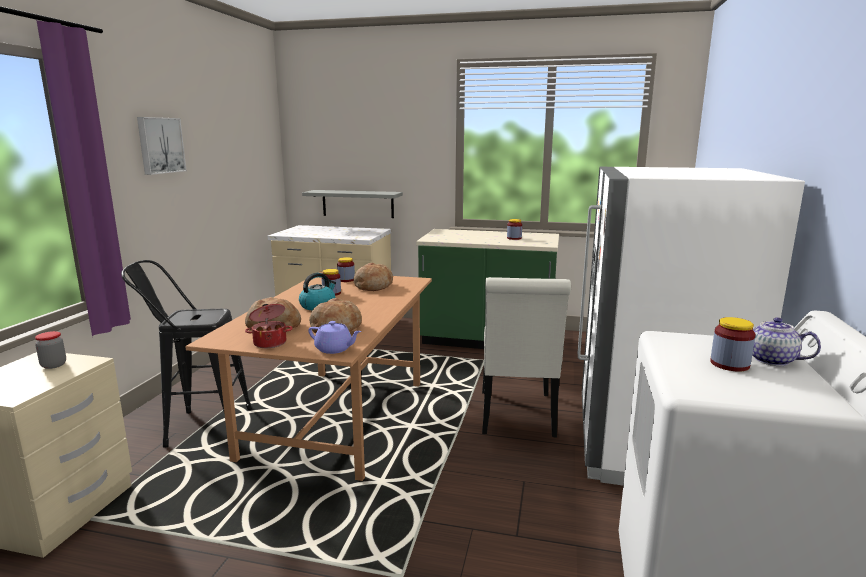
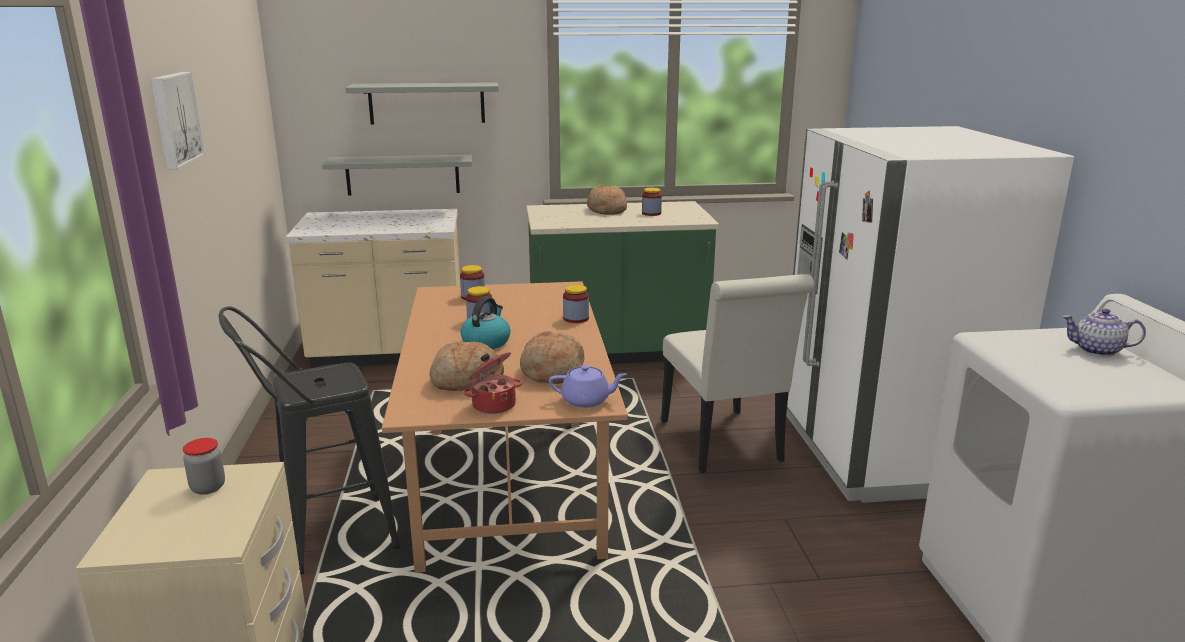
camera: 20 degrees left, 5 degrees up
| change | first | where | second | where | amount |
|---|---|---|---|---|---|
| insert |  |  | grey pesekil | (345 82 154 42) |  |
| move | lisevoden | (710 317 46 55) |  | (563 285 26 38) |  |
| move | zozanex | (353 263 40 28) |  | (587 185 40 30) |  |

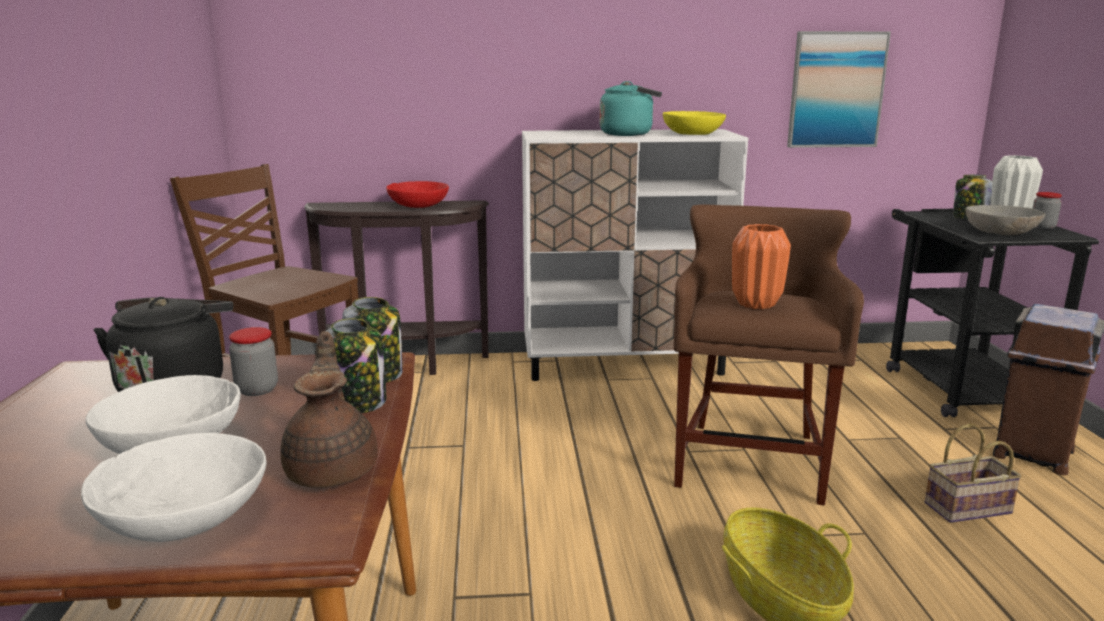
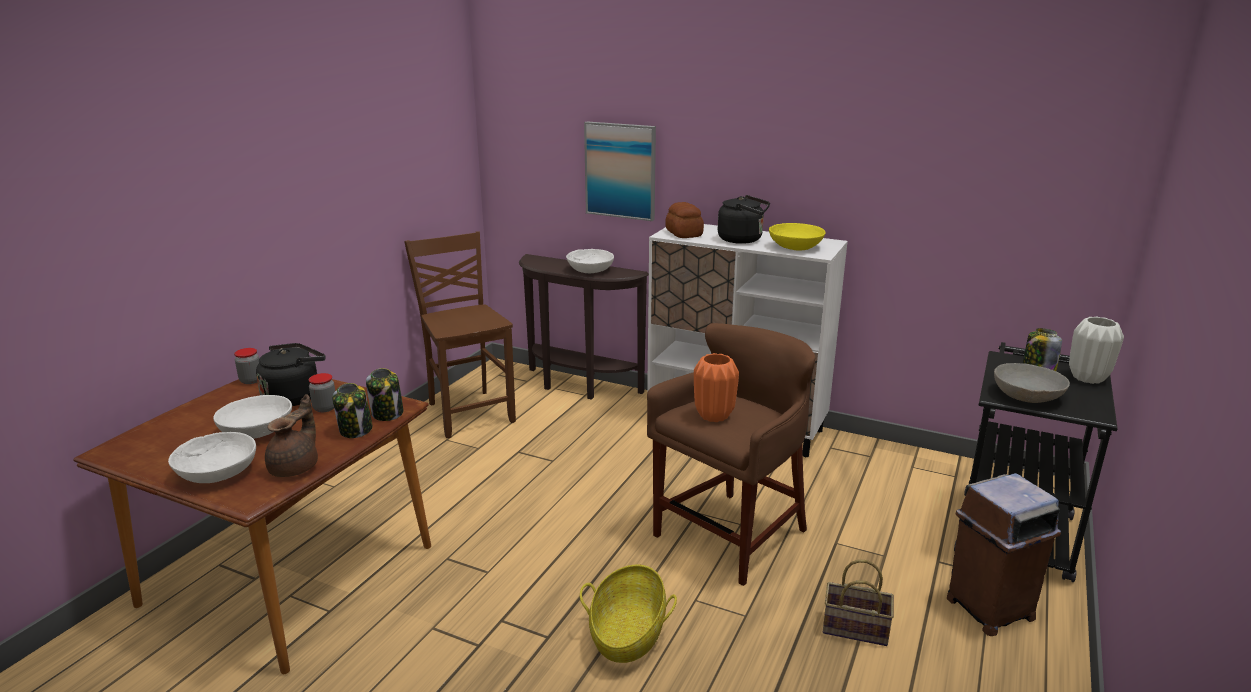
camera: 30 degrees right, 5 degrees up
| change | first | where | second | where | amount |
|---|---|---|---|---|---|
| move | lisevoden | (1032 192 30 37) |  | (234 348 25 36) |  |
| recolor | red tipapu | (386 181 63 27) | white tipapu | (566 249 48 24) |  |
| move | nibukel | (787 31 104 117) |  | (584 121 72 100) |  |
| insert |  |  | zozanex | (665 202 39 36) |  |
| recolor | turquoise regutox | (600 81 62 55) | black regutox | (718 195 52 49) |  |

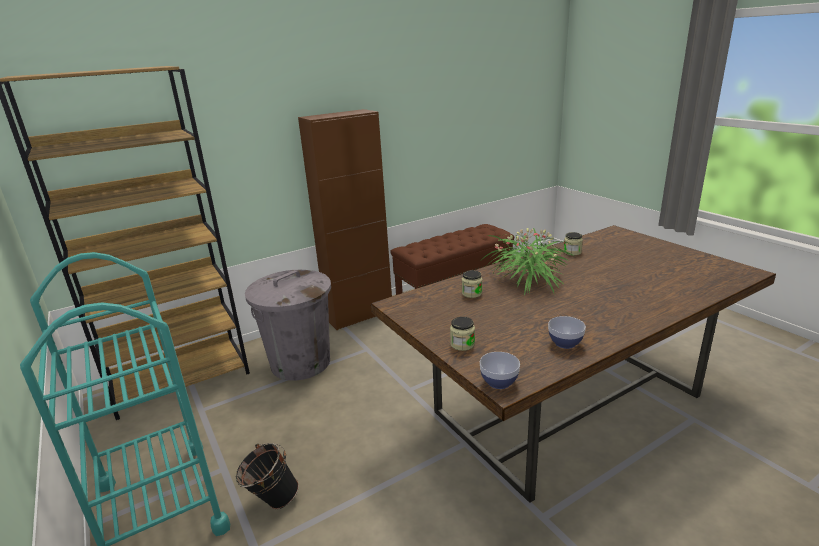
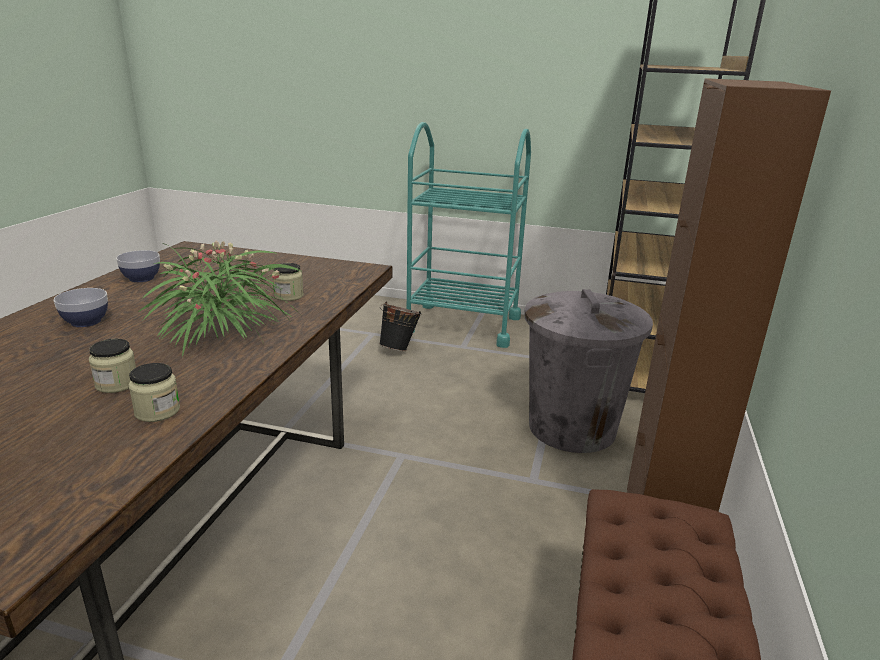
camera: 135 degrees right, 0 degrees up
| change | first | where | second | where | amount |
|---|---|---|---|---|---|
| move | tipapu | (480 352 40 37) |  | (54 288 54 39) |  |
| move | lisevoden | (450 317 25 34) |  | (89 339 47 54) |  |

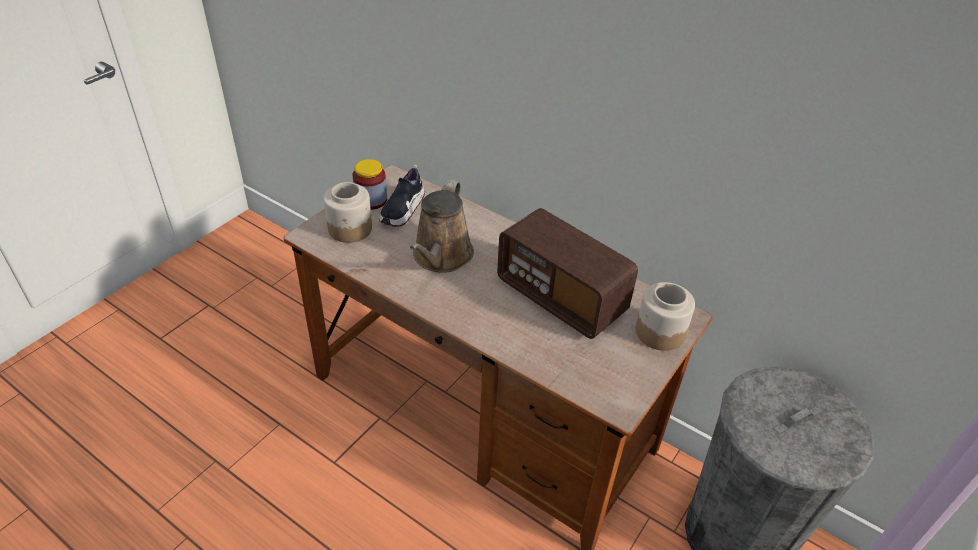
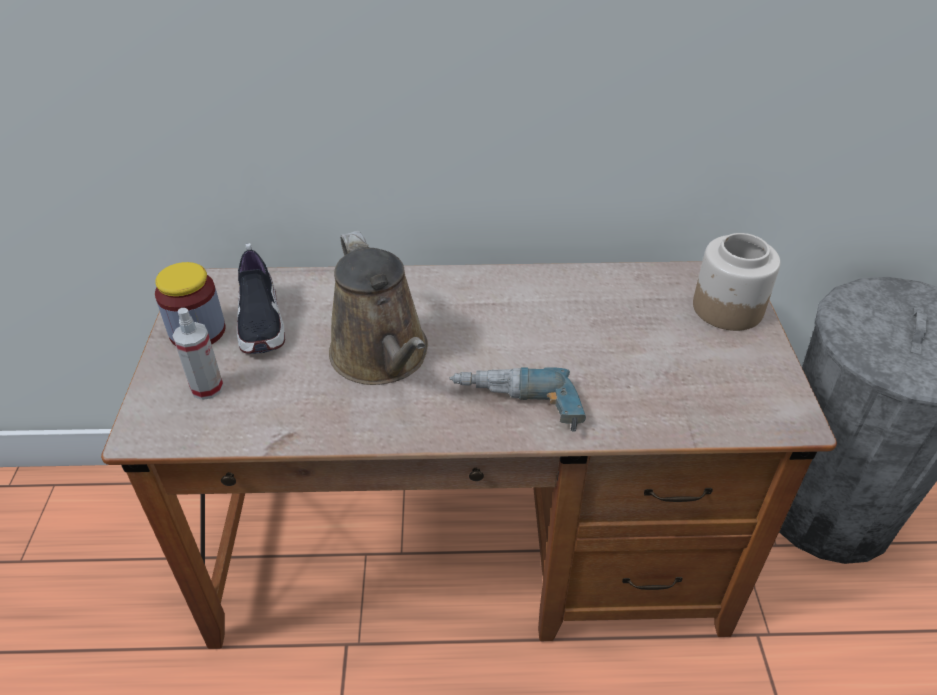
camera: 35 degrees left, 0 degrees up
| change | first | where | second | where | amount |
|---|---|---|---|---|---|
| replace | lisevoden | (324 182 48 61) | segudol | (172 308 52 92) |  |
| insert |  |  | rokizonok | (450 367 136 65) |  |
| delete | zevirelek | (497 208 141 131) |  |  |  |

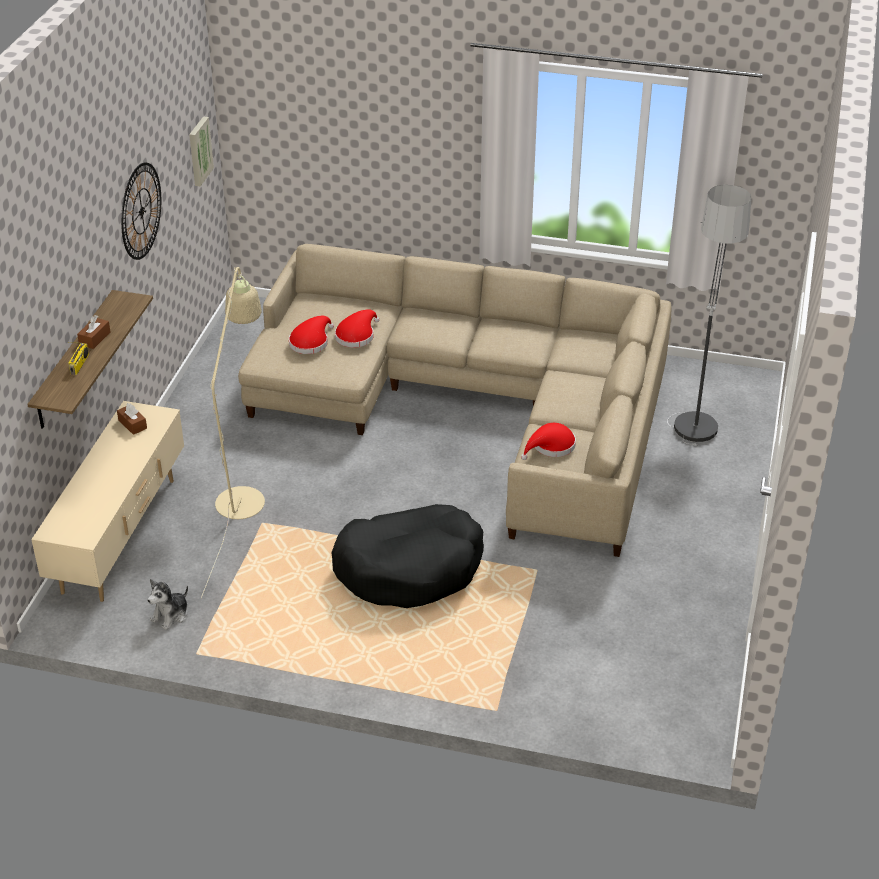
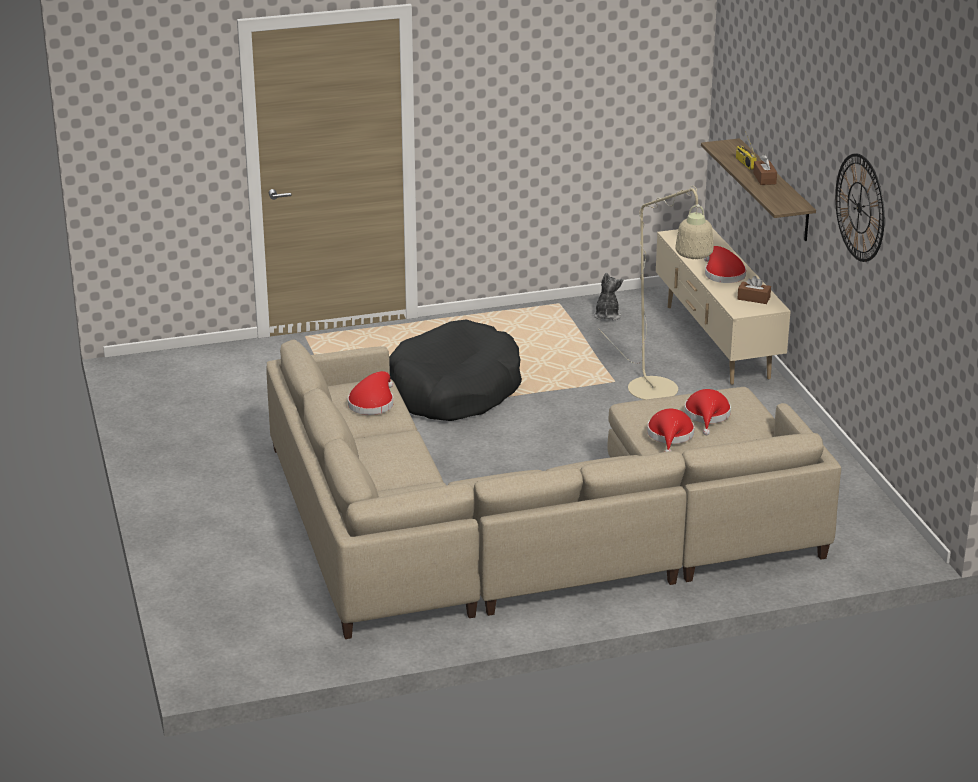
camera: 150 degrees right, 10 degrees down
| change | first | where | second | where | amount |
|---|---|---|---|---|---|
| insert |  |  | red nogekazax | (704 246 42 37) |  |
| delete | nibukel | (189 116 25 70) |  |  |  |
| delete | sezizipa | (667 185 85 261) |  |  |  |

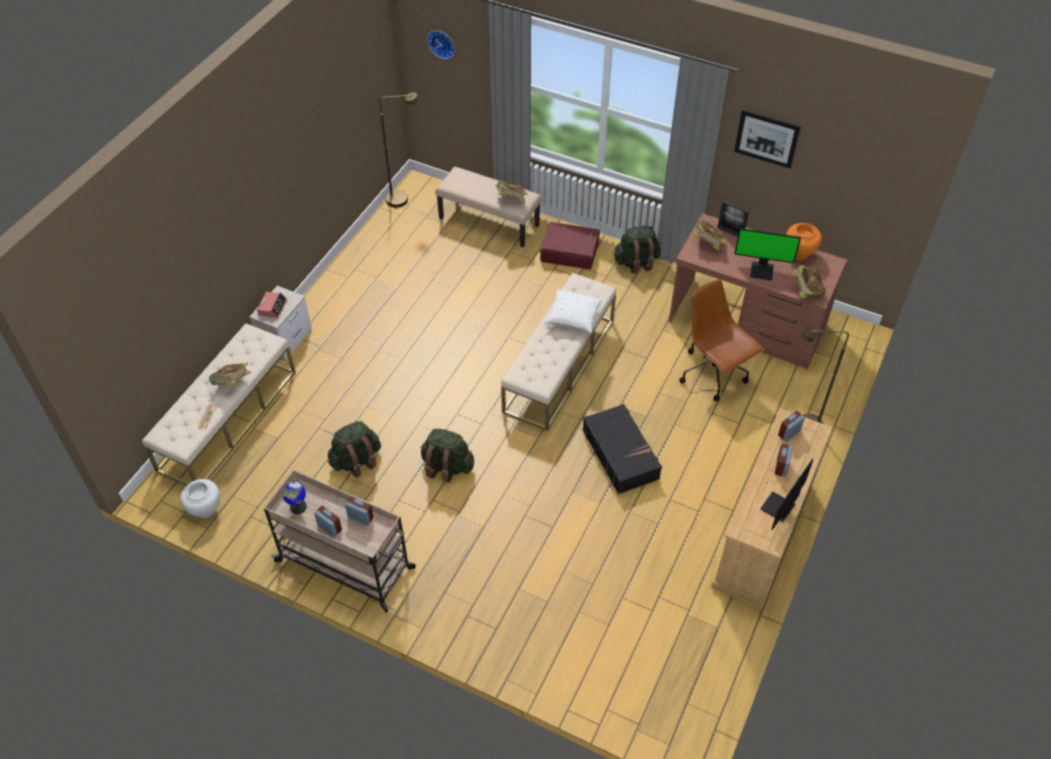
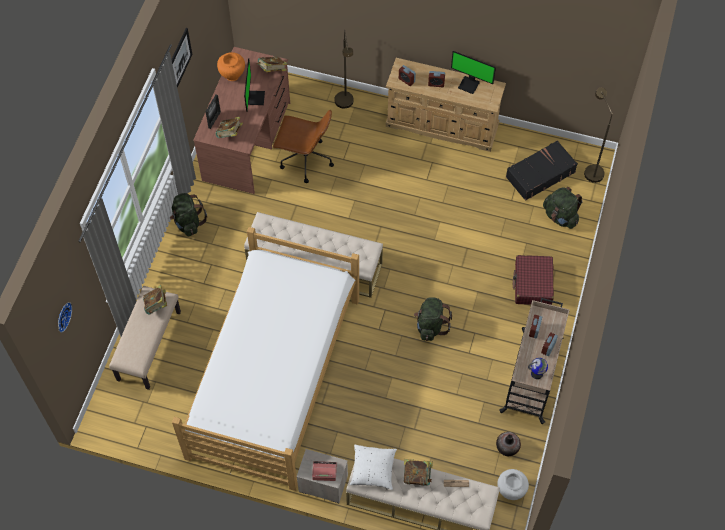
camera: 100 degrees left, 10 degrees up
| change | first | where | second | where | amount |
|---|---|---|---|---|---|
| insert |  |  | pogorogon | (172 227 187 264) |  |
| rotate | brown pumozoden | (680 279 84 122) |  | (273 109 61 74) | 120 degrees counterclockwise |
| move | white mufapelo | (544 289 59 44) |  | (350 444 47 46) |  |
| insert |  |  | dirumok | (496 432 25 24) |  |
| move | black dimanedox | (583 404 79 90) |  | (506 140 72 61) |  |
| move | red dimanedox | (540 222 60 47) |  | (513 255 41 50) |  |
| move | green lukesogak | (328 421 53 57) |  | (543 187 40 42) |  |
| move | brown sezizipa | (379 92 40 115) |  | (584 88 28 95) |  |

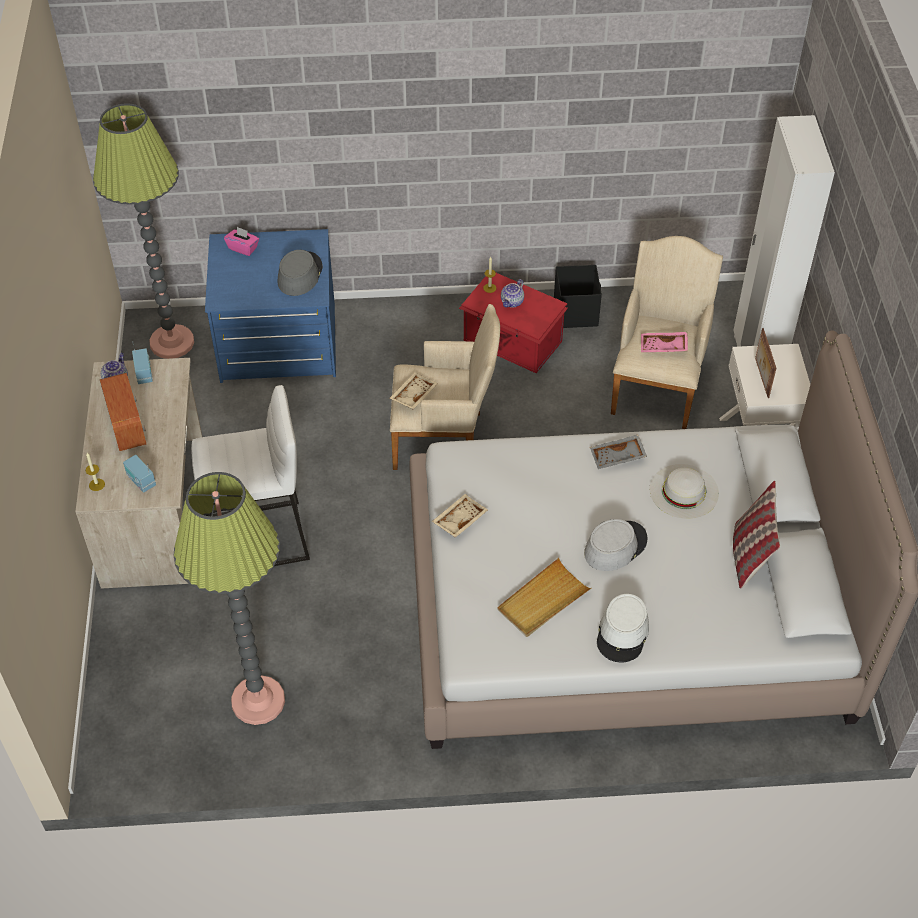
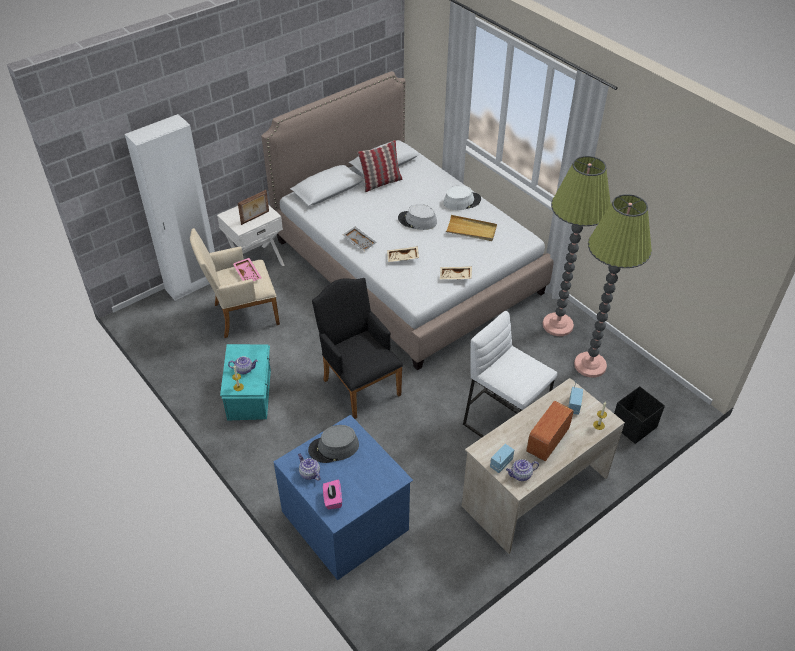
camera: 125 degrees left, 5 degrees down
| change | first | where | second | where | amount |
|---|---|---|---|---|---|
| recolor | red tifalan | (459 273 109 100) | turquoise tifalan | (220 344 51 77) |  |
| insert |  |  | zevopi | (298 453 23 28) |  |
| recolor | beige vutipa | (390 304 110 166) | black vutipa | (312 278 91 141) |  |
| move | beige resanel | (390 372 48 37) |  | (387 246 32 16) |  |
| move | sezizipa | (93 103 101 256) |  | (543 156 68 180) |  |
| move | black tifalan | (554 265 48 63) |  | (614 386 51 58) |  |
| delete | white nogekazax | (649 464 70 55) |  |  |  |

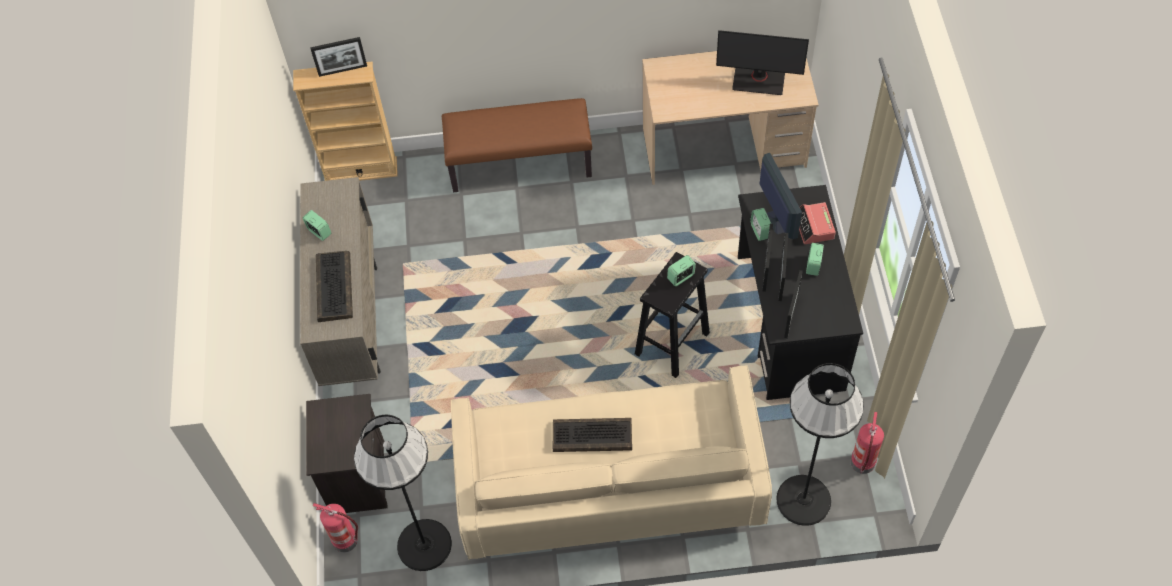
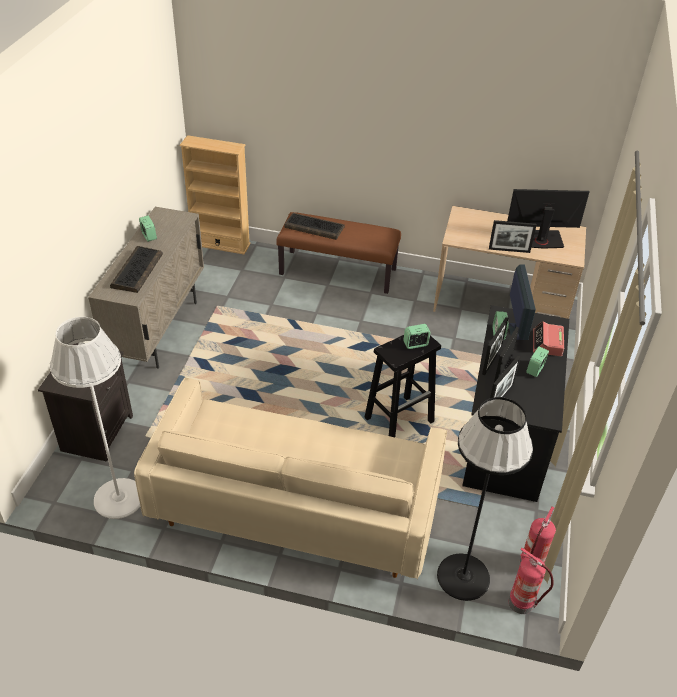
camera: 15 degrees right, 15 degrees down
| change | first | where | second | where | amount |
|---|---|---|---|---|---|
| recolor | black sezizipa | (354 415 98 156) | white sezizipa | (50 317 90 202) |  |
| move | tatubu | (553 418 79 34) |  | (284 213 61 27) |  |
| move | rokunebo | (310 37 57 40) |  | (489 220 47 33) |  |
| rotate | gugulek | (716 30 93 65) |  | (507 189 83 60) | 150 degrees clockwise |
| move | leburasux | (313 503 45 50) |  | (509 548 45 66) |  |

